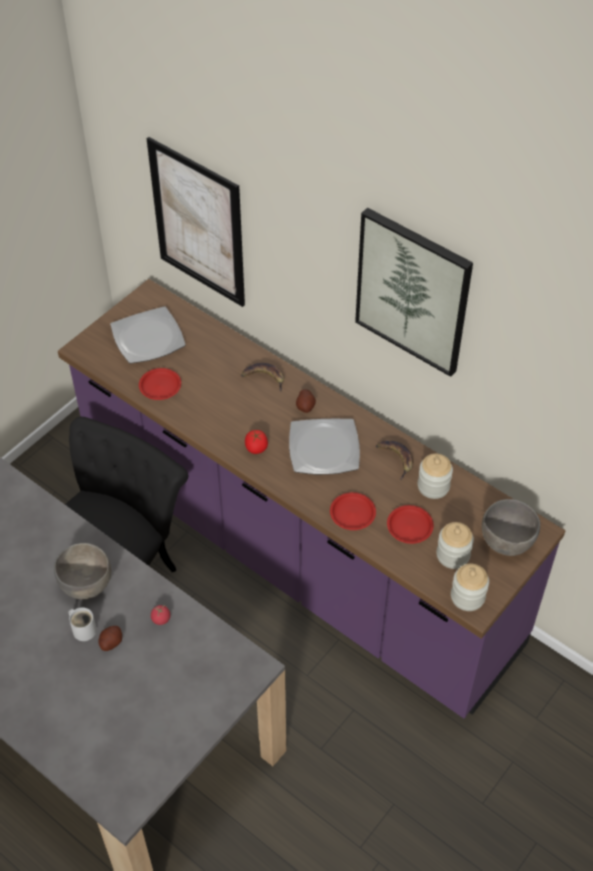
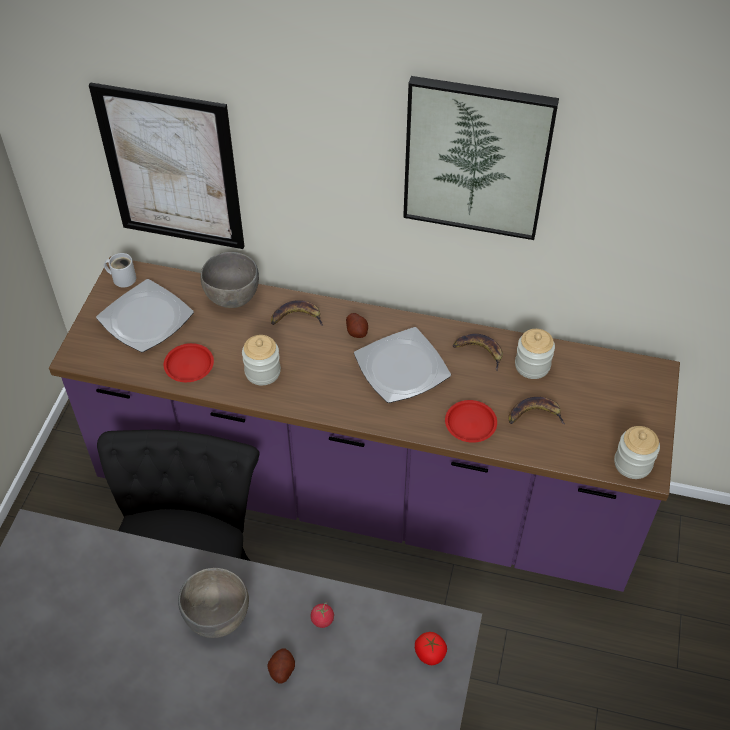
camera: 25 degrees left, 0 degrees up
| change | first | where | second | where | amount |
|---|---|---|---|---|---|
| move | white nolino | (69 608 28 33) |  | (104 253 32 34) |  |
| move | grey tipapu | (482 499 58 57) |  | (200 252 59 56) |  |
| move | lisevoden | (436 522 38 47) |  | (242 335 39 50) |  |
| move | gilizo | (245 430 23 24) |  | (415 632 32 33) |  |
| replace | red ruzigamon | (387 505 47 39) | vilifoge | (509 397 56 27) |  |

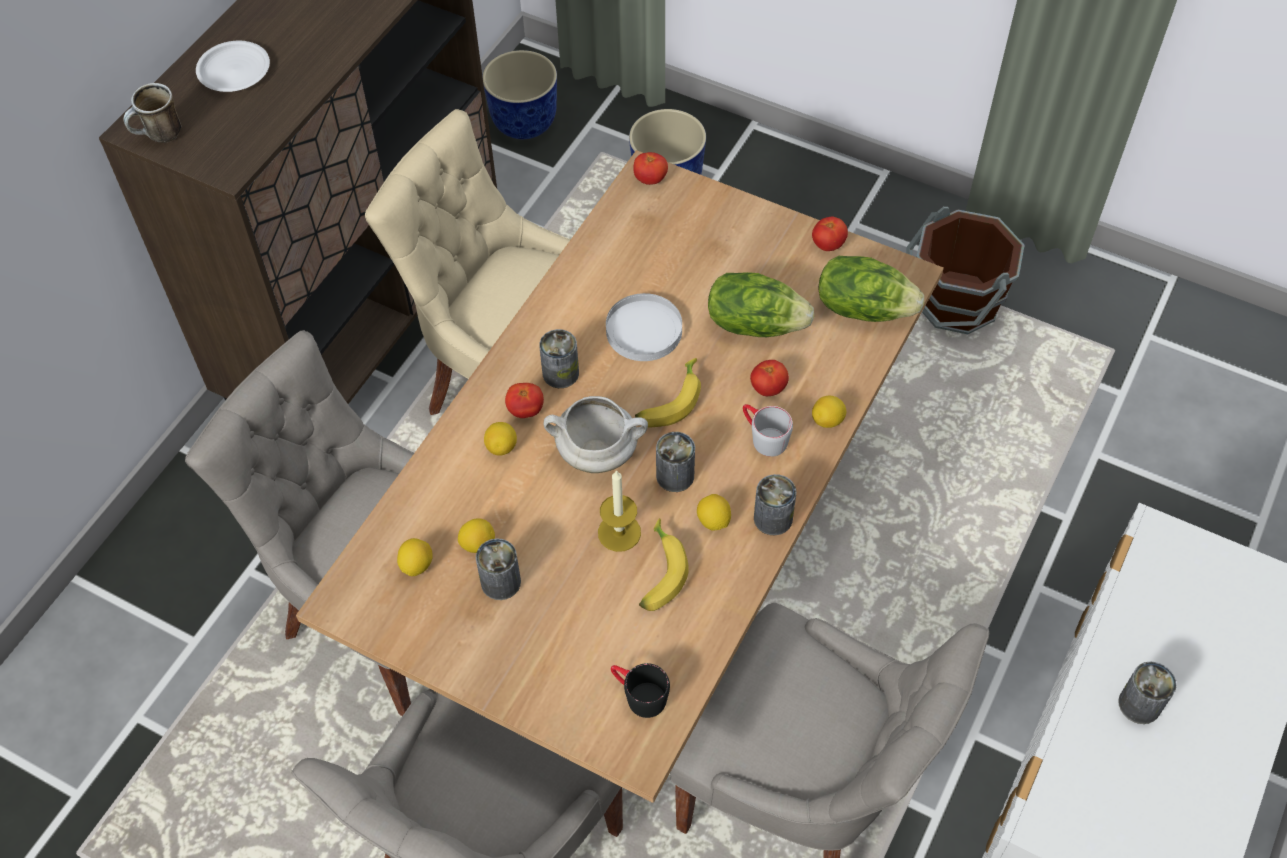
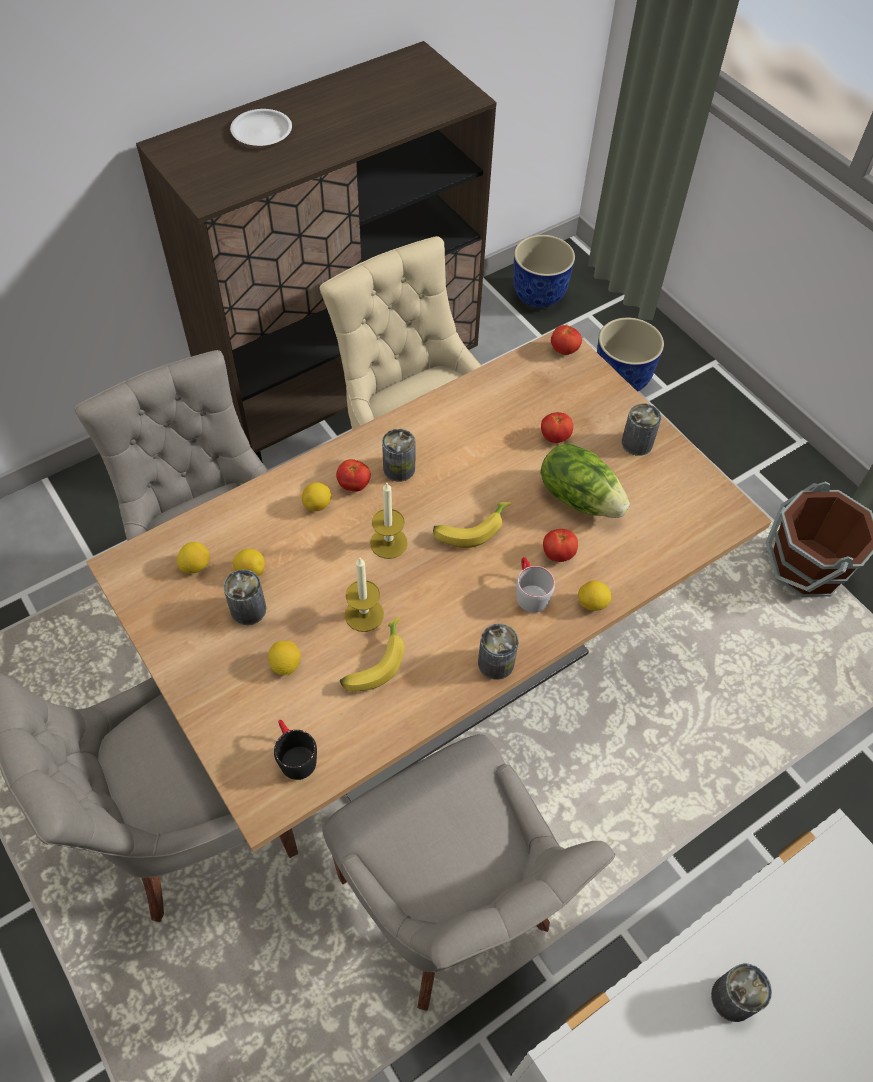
camera: 25 degrees right, 0 degrees up
| change | first | where | second | where | amount |
|---|---|---|---|---|---|
| move | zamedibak | (697 494 34 37) |  | (268 641 32 34) |  |
| replace | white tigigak | (544 396 104 77) | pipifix | (370 483 38 76) |  |
| move | gilizo | (812 217 36 34) |  | (541 412 32 31) |  |
| move | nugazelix | (656 432 39 60) |  | (621 404 40 52) |  |
| delete | nolino | (124 83 57 60) |  |  |  |
| delete | white ruzigamon | (606 293 76 68) |  |  |  |
| delete | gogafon | (818 256 106 66) |  |  |  |

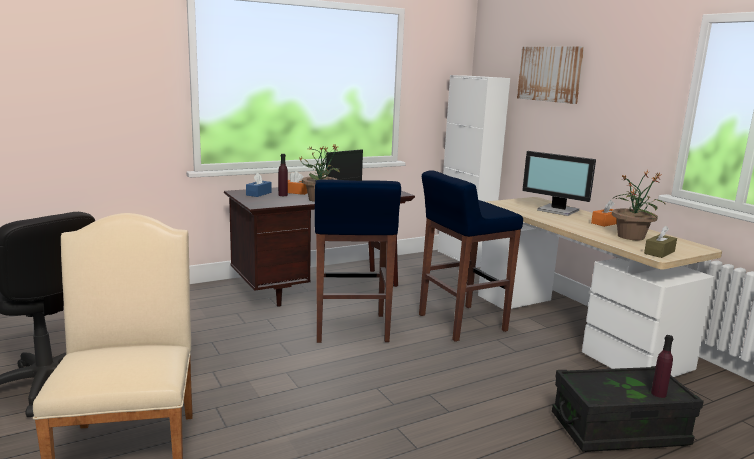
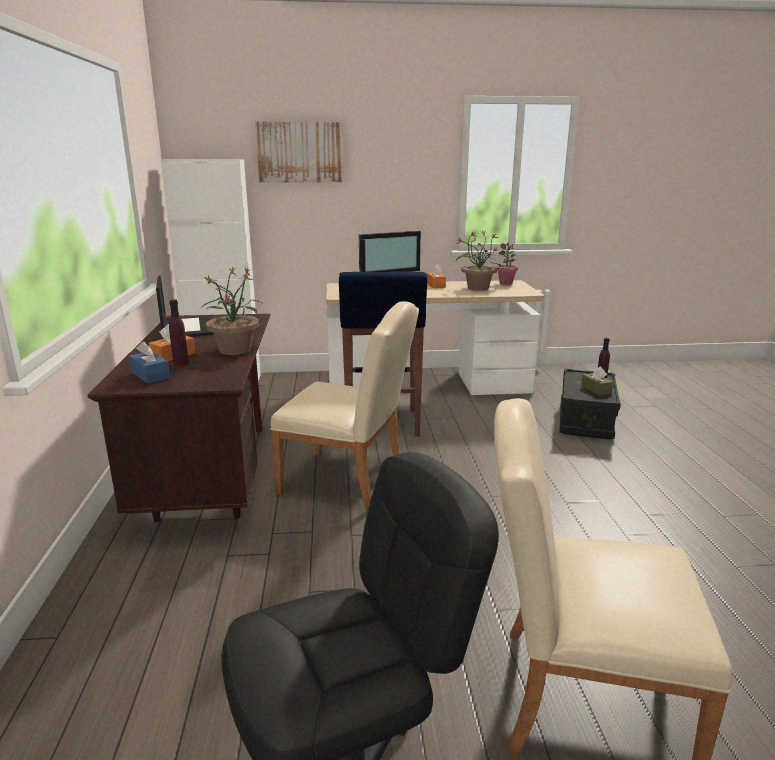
camera: 65 degrees left, 5 degrees up
| change | first | where | second | where | amount |
|---|---|---|---|---|---|
| replace | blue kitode | (314 180 87 163) | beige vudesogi | (270 301 149 211) |  |
| insert |  |  | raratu | (496 243 22 42) |  |
| move | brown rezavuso | (644 226 33 32) |  | (581 367 32 28) |  |

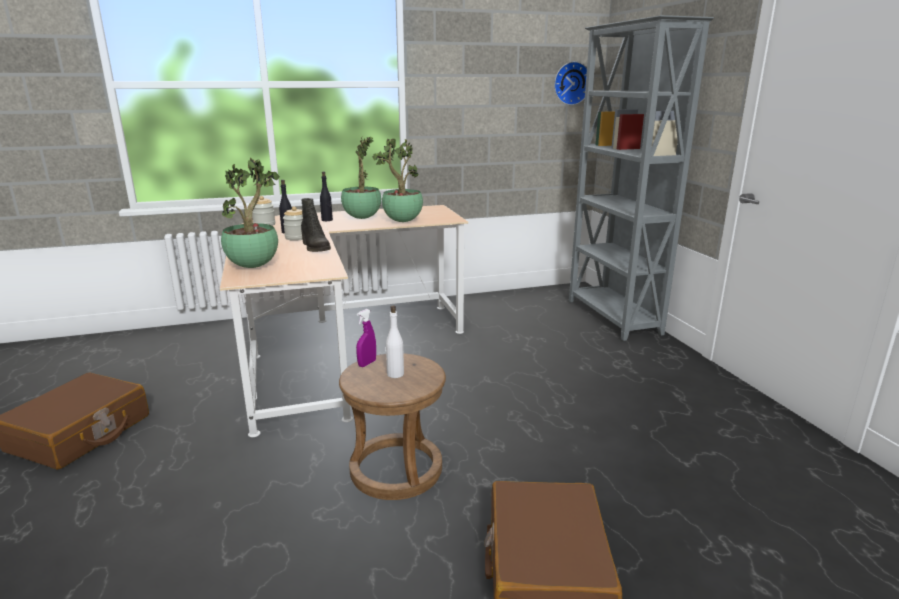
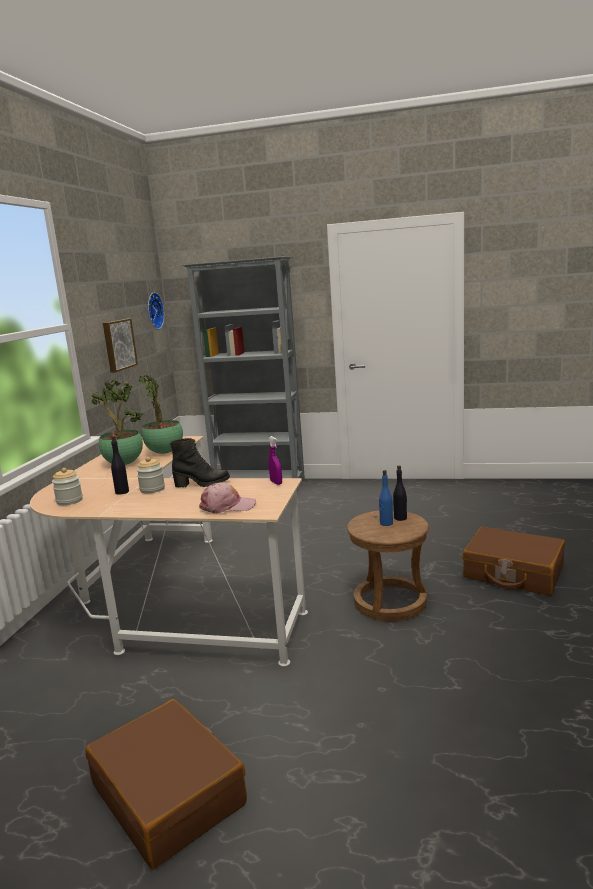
camera: 60 degrees left, 5 degrees down
| change | first | where | second | where | amount |
|---|---|---|---|---|---|
| insert |  |  | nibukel | (103 318 35 55) |  |
| replace | raratu | (221 158 58 110) | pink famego | (199 482 57 31) |  |
| move | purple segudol | (356 309 20 58) |  | (268 436 14 49) |  |
| recolor | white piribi | (385 305 19 73) | blue piribi | (379 470 14 56) |  |
| move | black piribi | (320 172 13 49) |  | (393 466 14 55) |  |

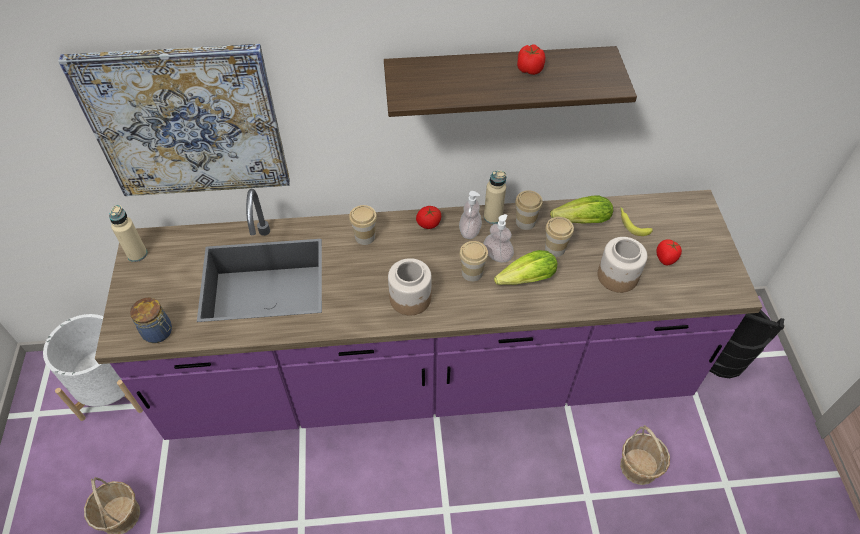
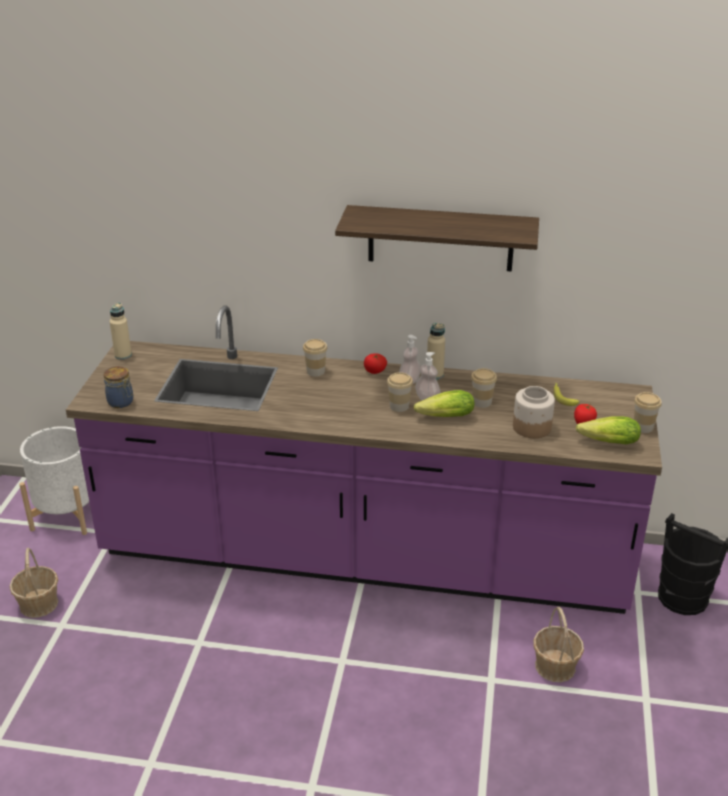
camera: 15 degrees right, 20 degrees down
| change | first | where | second | where | amount |
|---|---|---|---|---|---|
| move | gogafon | (550 196 63 28) |  | (576 416 65 28) |  |
| move | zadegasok | (515 190 28 40) |  | (634 392 28 41) |  |
| delete | nibukel | (58 44 232 152) |  |  |  |
| delete | lisevoden | (388 258 44 58) |  |  |  |
| delete | gilizo | (517 44 28 31) |  |  |  |

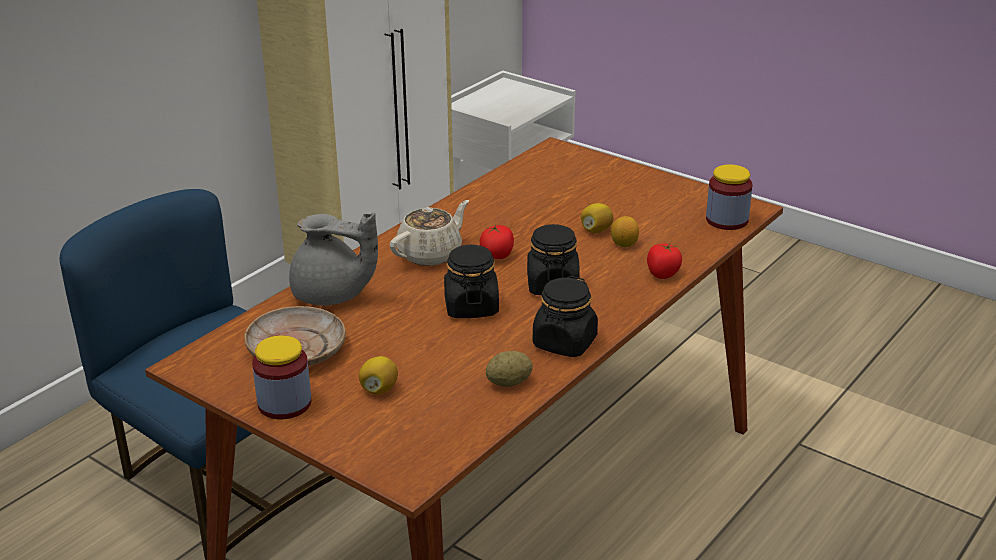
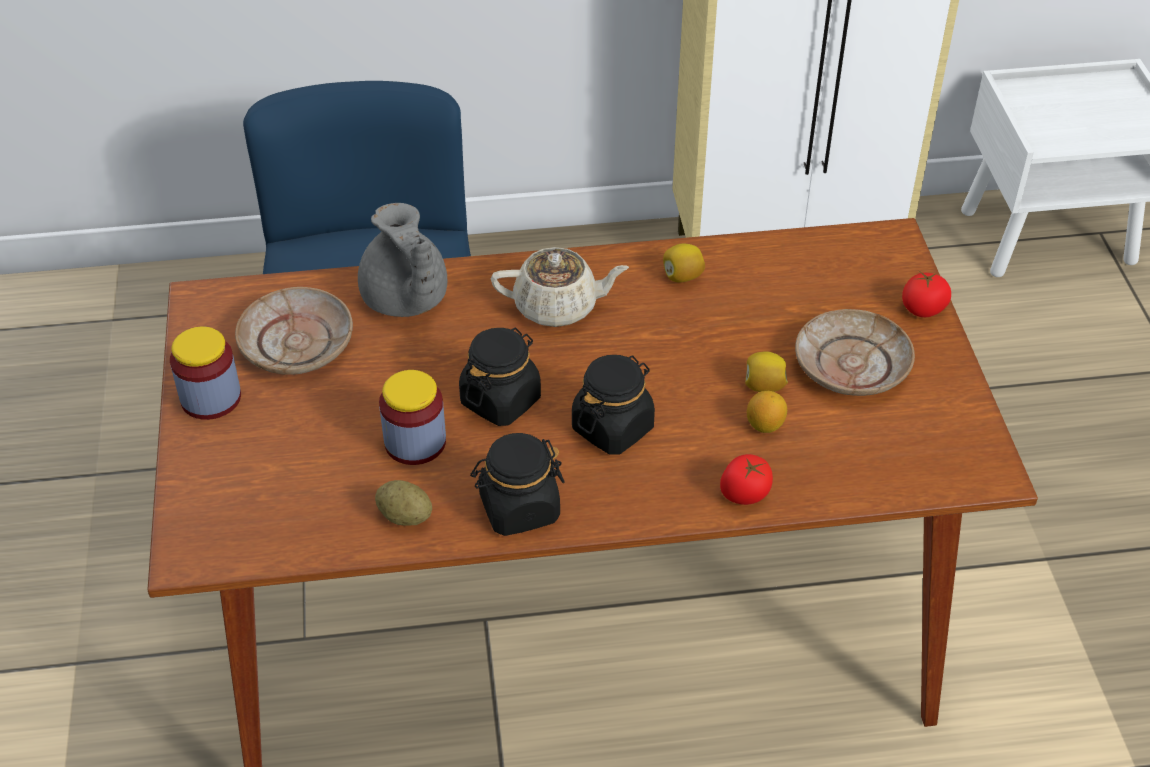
camera: 45 degrees right, 15 degrees up
| change | first | where | second | where | amount |
|---|---|---|---|---|---|
| move | lisevoden | (706 165 47 65) |  | (379 370 67 95) |  |
| move | zamedibak | (359 356 39 39) |  | (663 244 42 39) |  |
| insert |  |  | beige ruzigamon | (795 309 120 87) |  |
| move | gilizo | (480 225 34 34) |  | (902 271 49 46) |  |

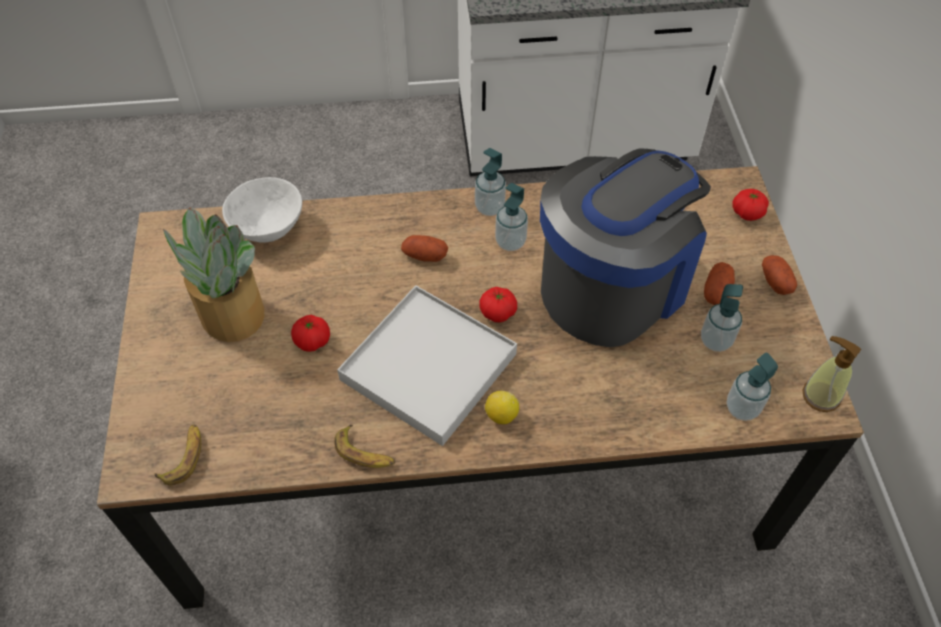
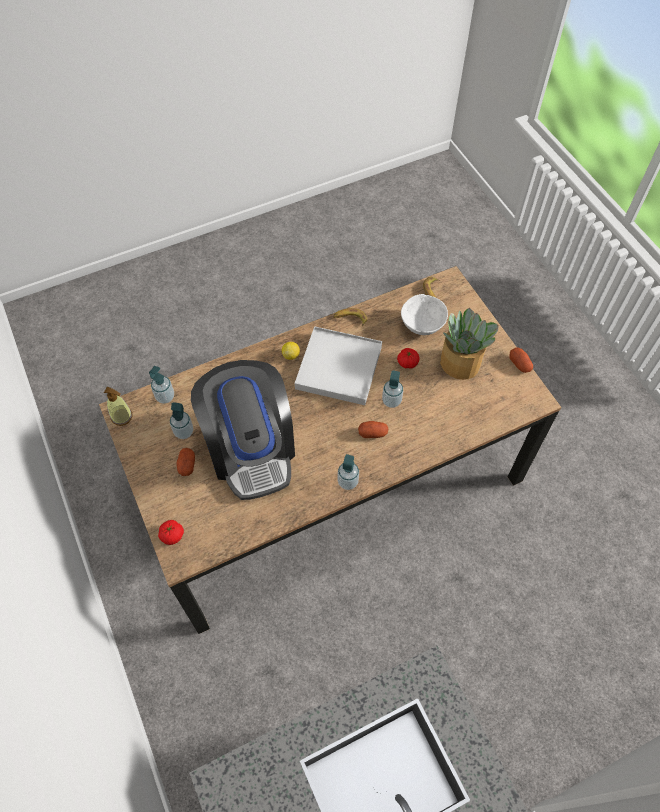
camera: 160 degrees right, 5 degrees up
| change | first | where | second | where | amount |
|---|---|---|---|---|---|
| rotate | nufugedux | (540 149 171 199) |  | (191 360 104 140) | 45 degrees counterclockwise |
| move | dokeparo | (495 183 33 68) |  | (382 370 21 38) |  |
| move | white tipapu | (222 177 80 65) |  | (401 294 47 41) |  |
| move | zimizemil | (762 255 35 40) |  | (509 348 24 25) |  |
| delete | gilizo | (479 287 38 35) |  |  |  |

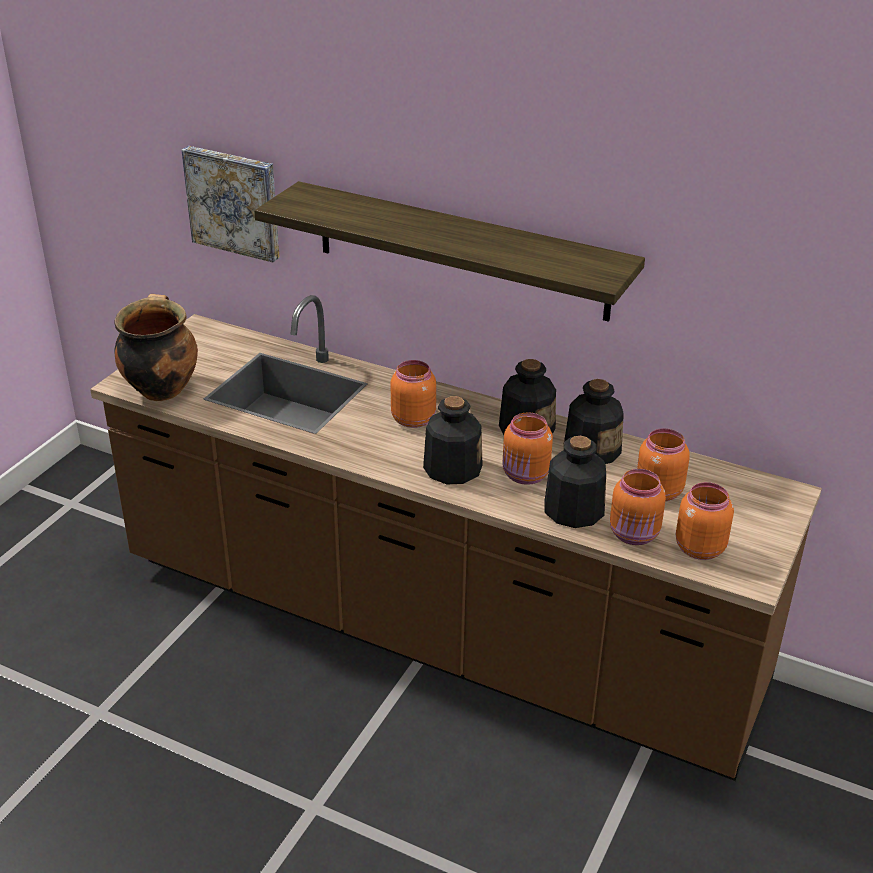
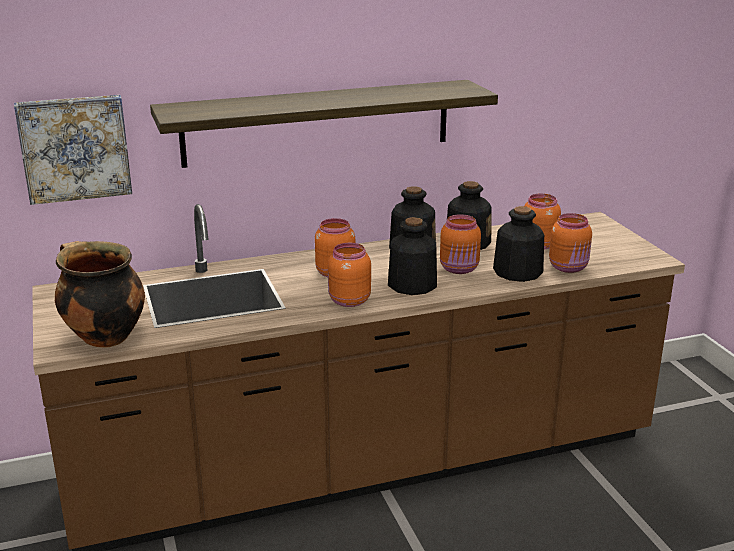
camera: 45 degrees left, 10 degrees down
| change | first | where | second | where | amount |
|---|---|---|---|---|---|
| move | orange lisevoden | (676 482 58 78) |  | (328 243 43 64) |  |

